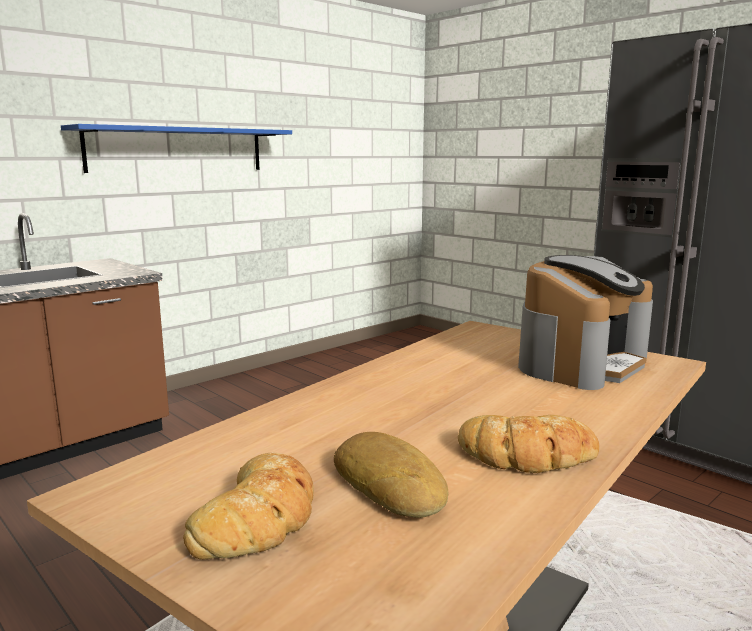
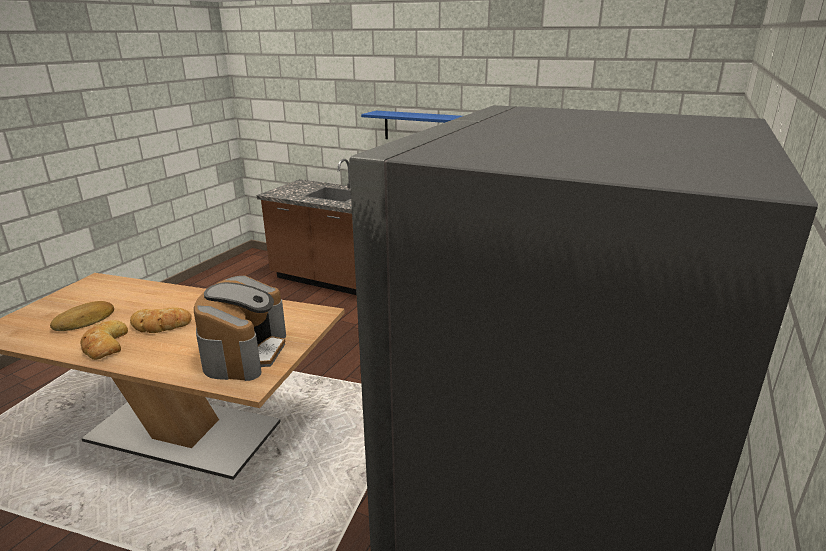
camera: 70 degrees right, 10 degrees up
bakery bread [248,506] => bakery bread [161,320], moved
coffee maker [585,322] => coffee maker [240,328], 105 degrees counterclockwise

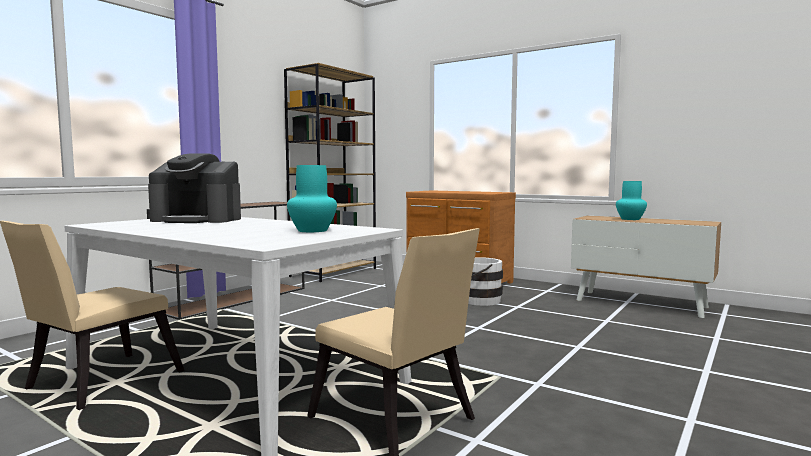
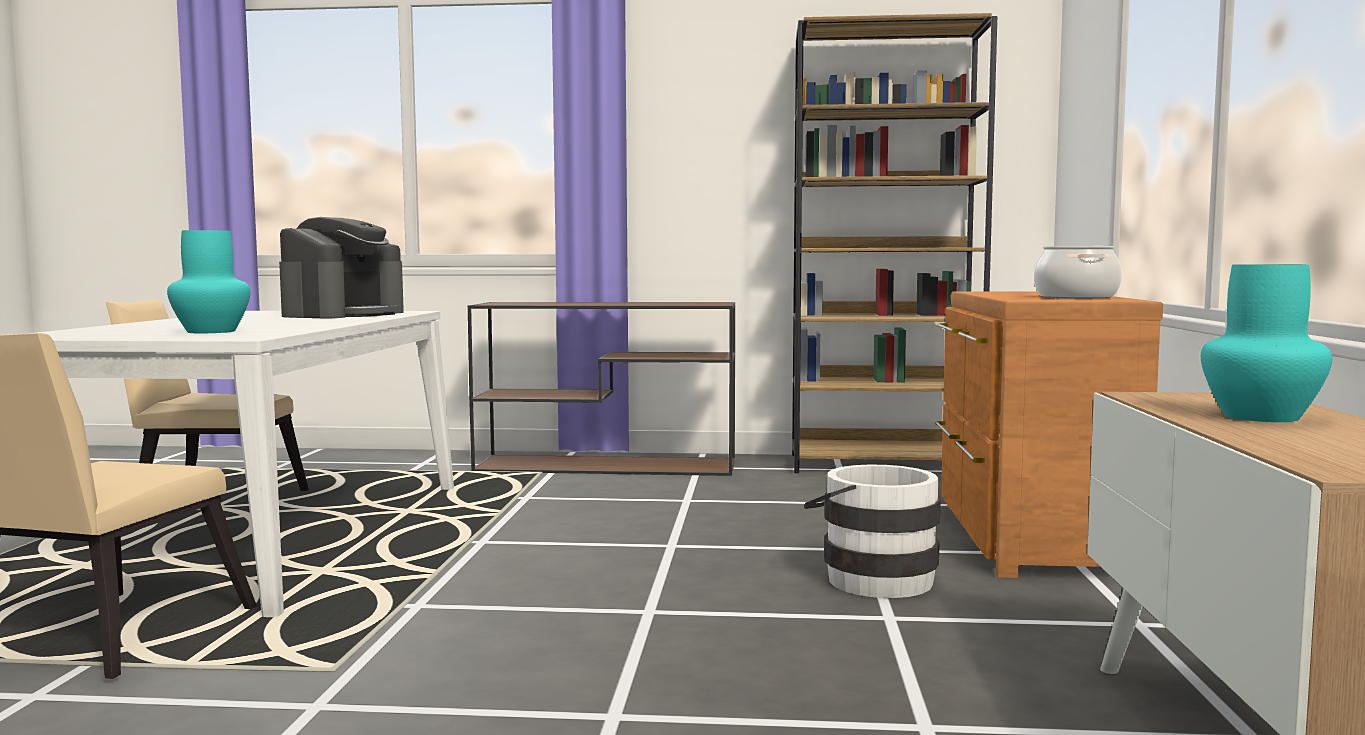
camera: 60 degrees right, 0 degrees up
nothing => stockpot [1078,272]
coffee maker [194,188] => coffee maker [341,267], 135 degrees counterclockwise

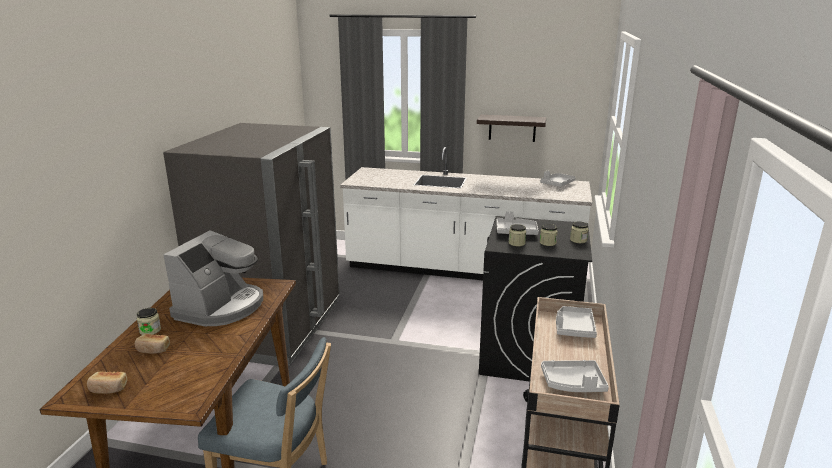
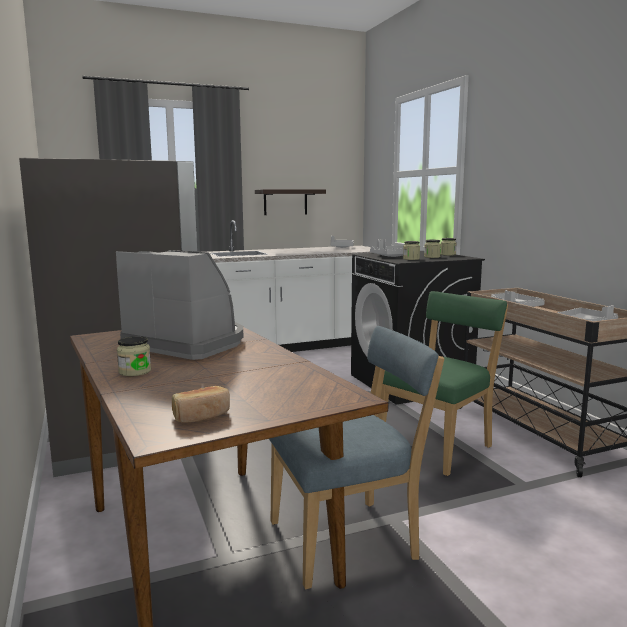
camera: 35 degrees left, 10 degrees down
bakery bread [152,344] => nothing
nothing => green plain chair [443,383]
coffee maker [213,278] => coffee maker [180,305], 45 degrees counterclockwise

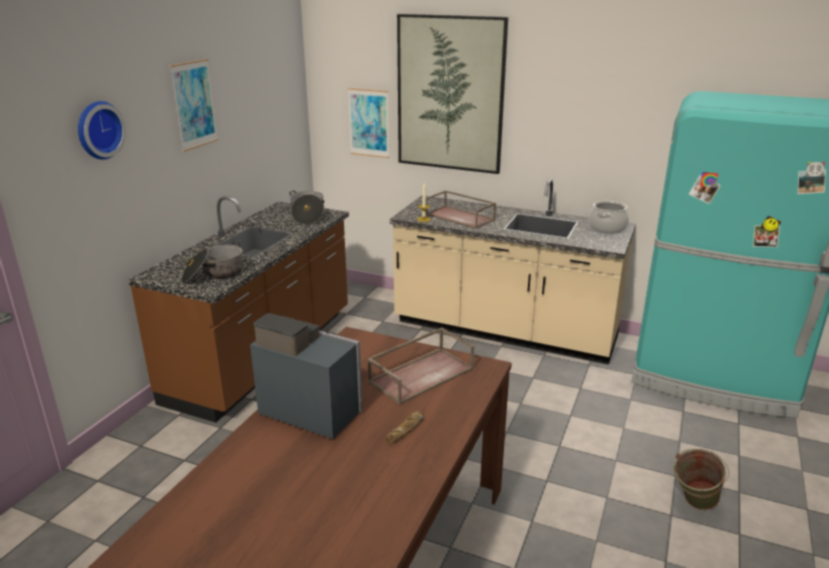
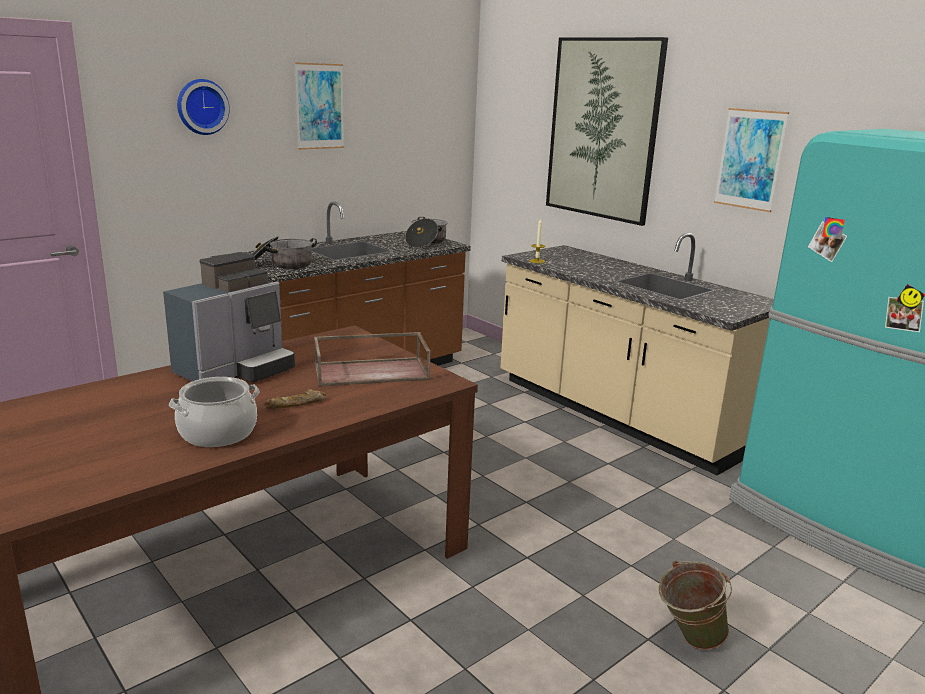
camera: 25 degrees right, 5 degrees down
brown-coloured serving tray [461,209] => nothing
wall picture [368,123] => wall picture [751,160], moved
stockpot [608,217] => stockpot [214,412], moved
coffee maker [306,376] => coffee maker [229,317], 75 degrees clockwise

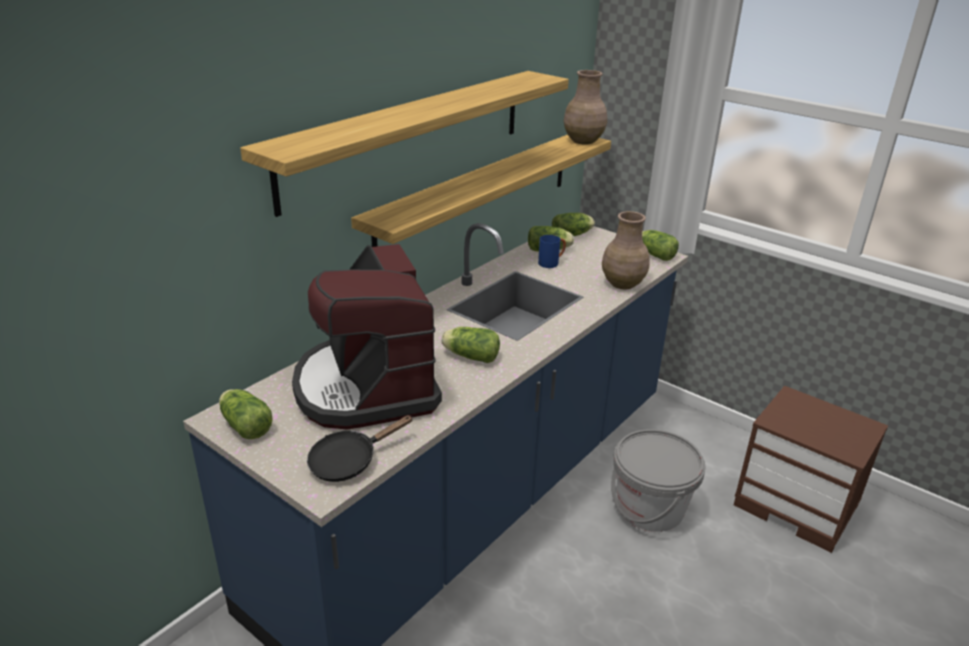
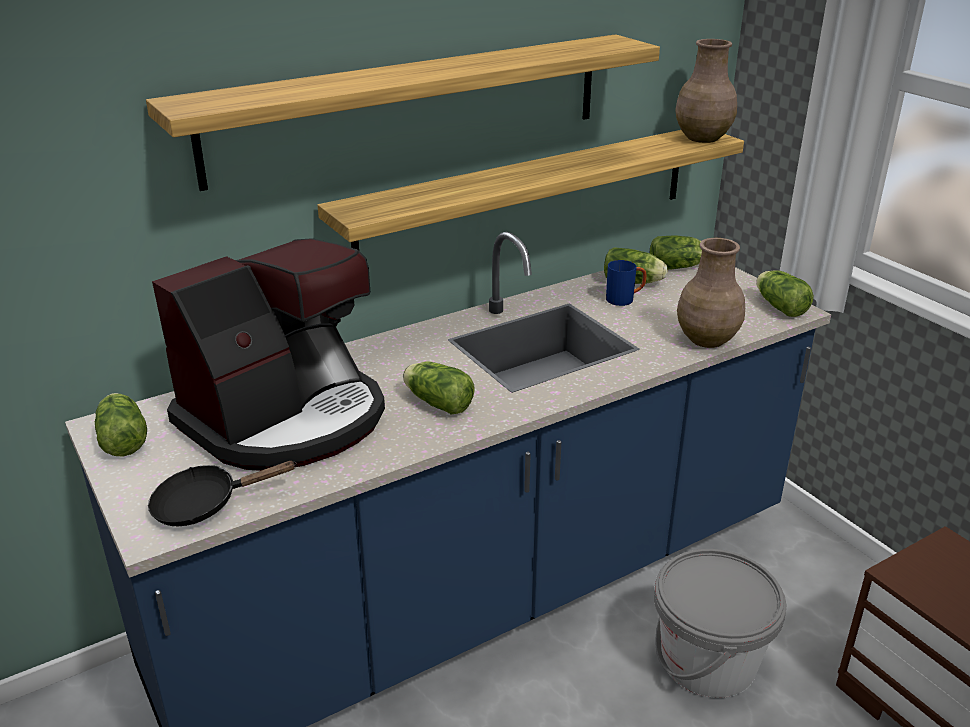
camera: 20 degrees right, 0 degrees up
coffee maker [367,336] => coffee maker [268,354], 135 degrees counterclockwise

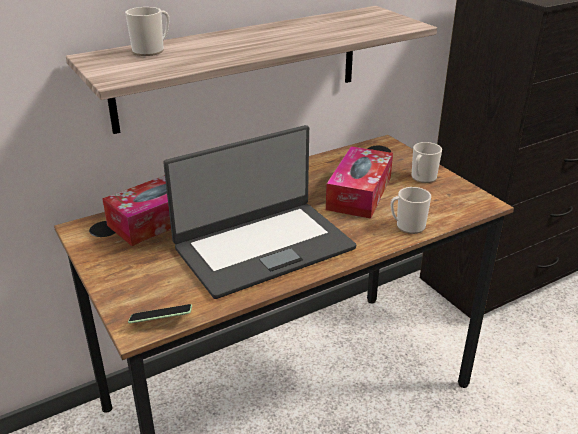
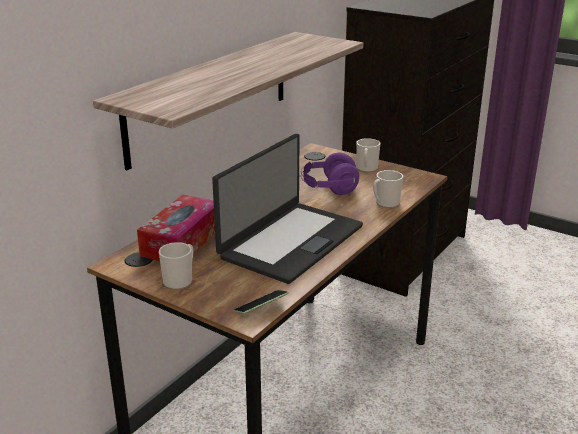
camera: 25 degrees left, 5 degrees down
mug [147,31] => mug [176,266], moved
box of tissues [359,182] => purple headset [330,174]

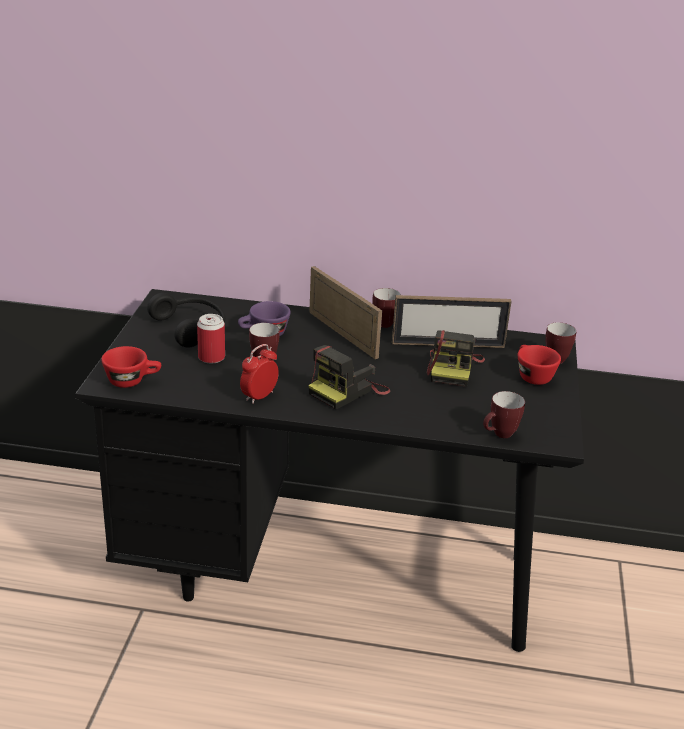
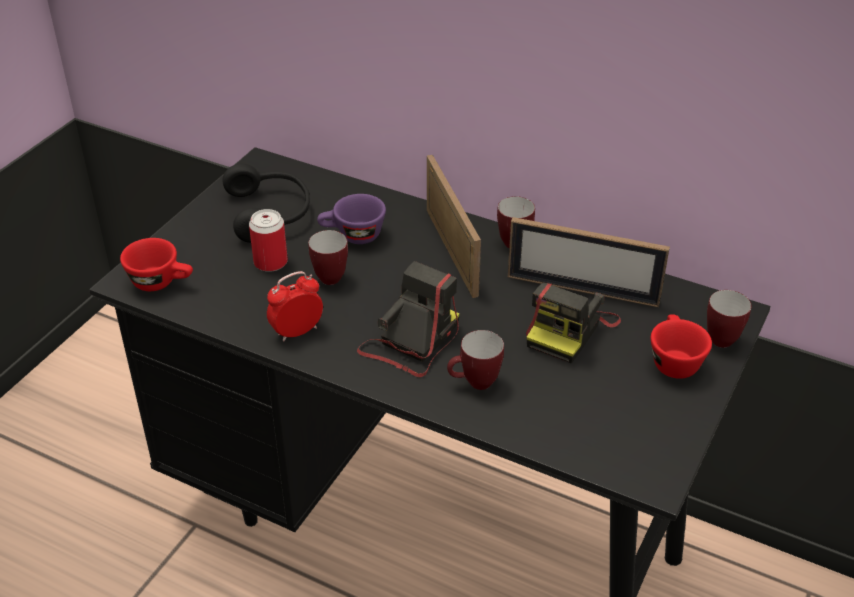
camera: 20 degrees right, 10 degrees up
mug [504,414] => mug [475,360], moved
still camera [349,377] => still camera [408,319], 150 degrees clockwise

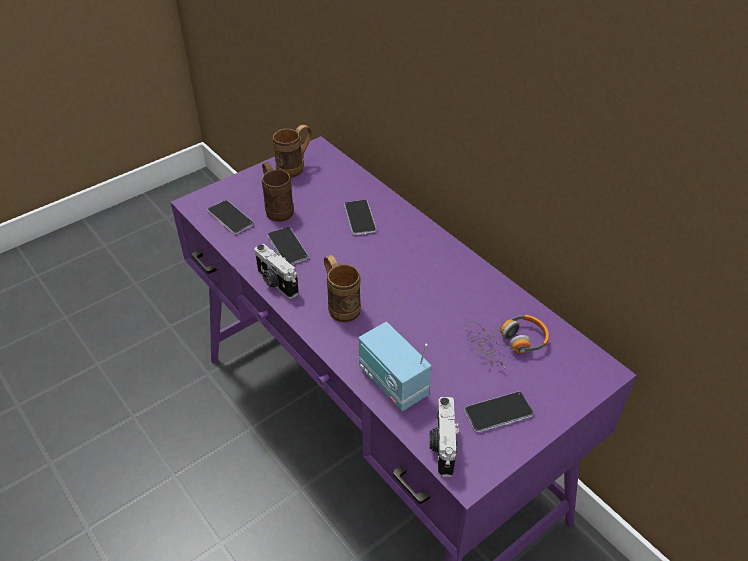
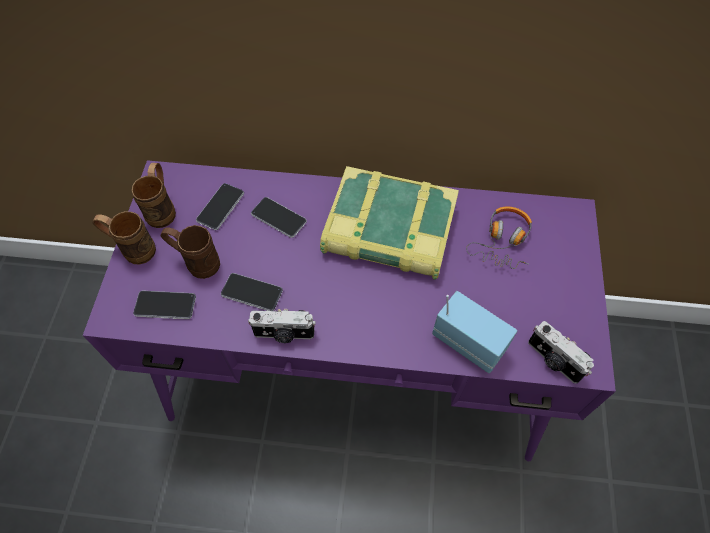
camera: 45 degrees left, 15 degrees up
nothing => volume [389,223]
brown-coloured mug [342,288] => brown-coloured mug [124,238], moved
handset [499,412] => handset [220,206], moved
radio receiver [395,367] => radio receiver [474,332], 150 degrees counterclockwise

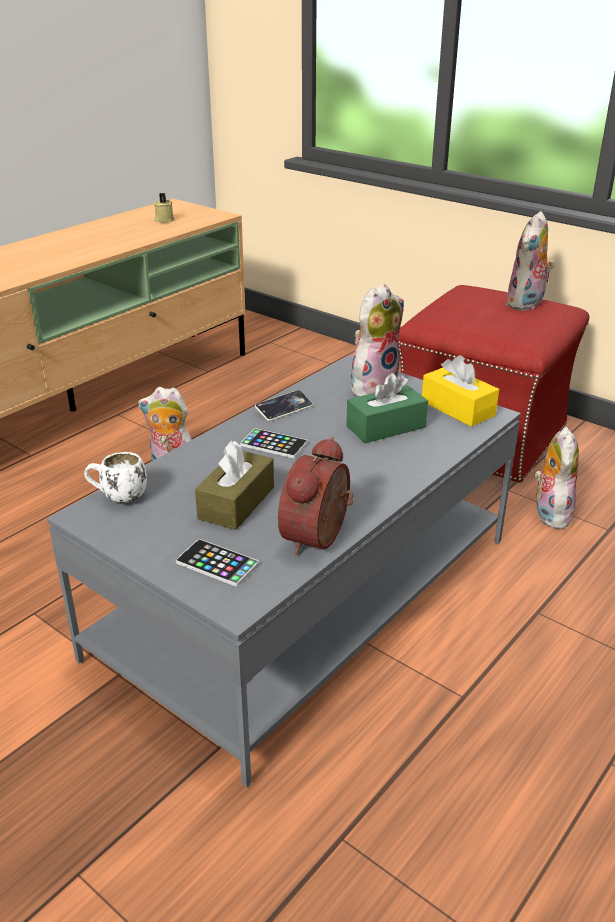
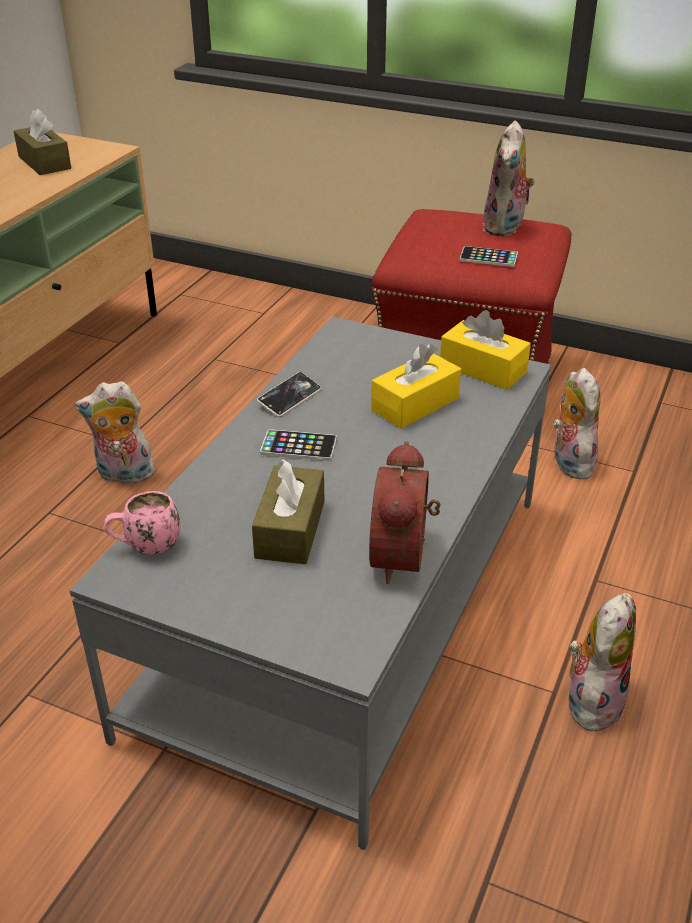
camera: 15 degrees left, 5 degrees up
handset [217,562] => handset [489,256], moved
soft toy [377,340] => soft toy [602,662], moved
beige wax light [164,208] => brown-coloured box of tissues [42,142]
white-coloured mug [115,477] => pink mug [142,523]
green box of tissues [387,408] => yellow-coloured box of tissues [416,386]

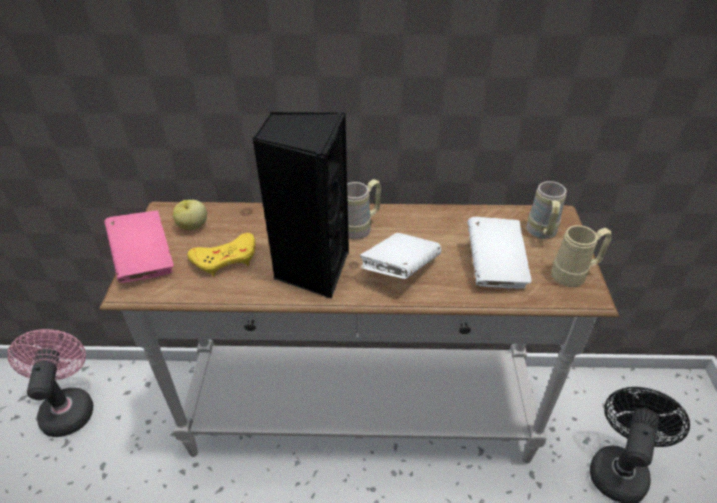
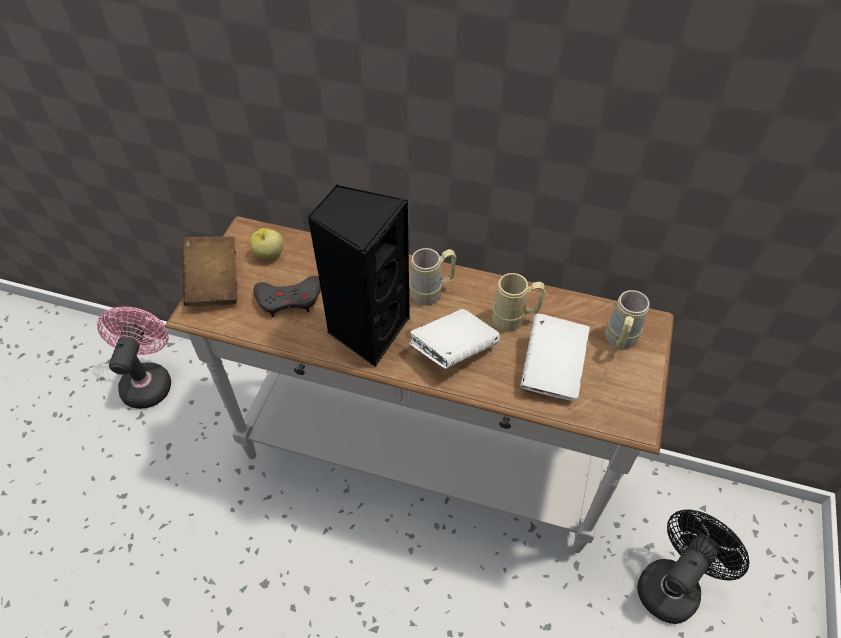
camera: 15 degrees right, 10 degrees up
beige mug [581,256] => beige mug [519,302], moved
pink volume [139,246] => brown-coloured volume [210,271]
yellow-coloured game controller [221,255] => greyish game controller [287,296]

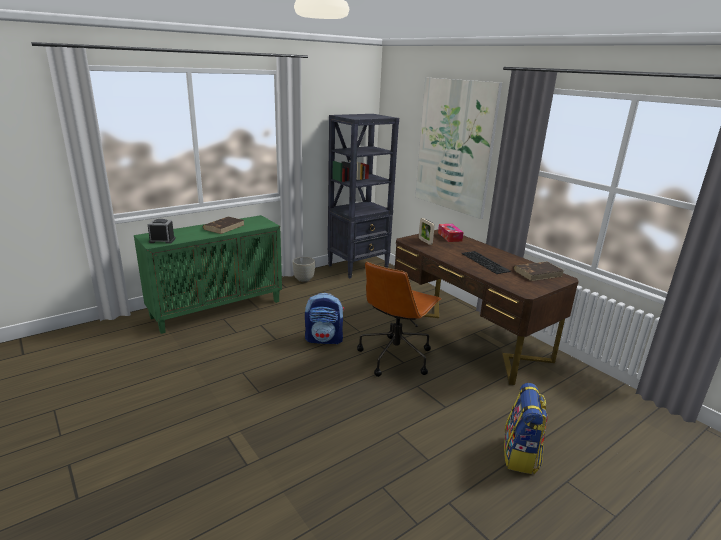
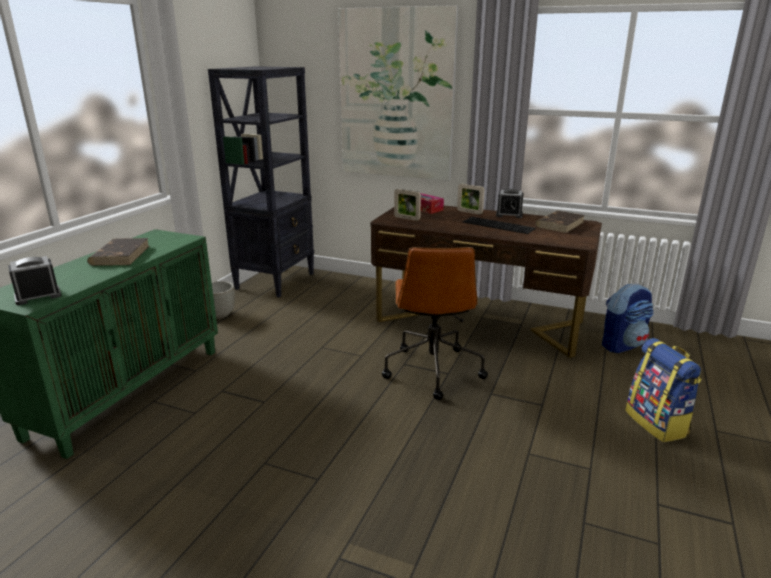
camera: 30 degrees left, 0 degrees up
nothing => picture frame [471,199]
nothing => table clock [509,203]
knapsack [324,318] => knapsack [628,318], moved

